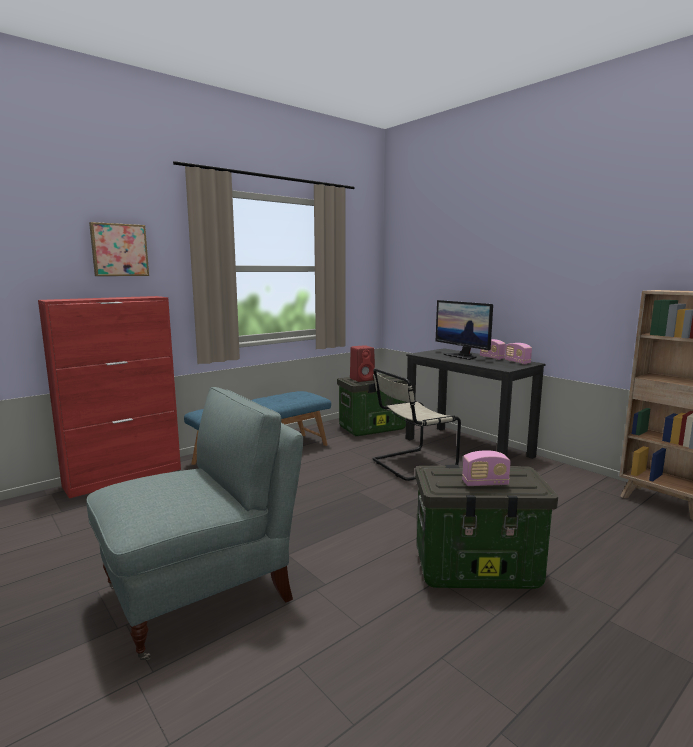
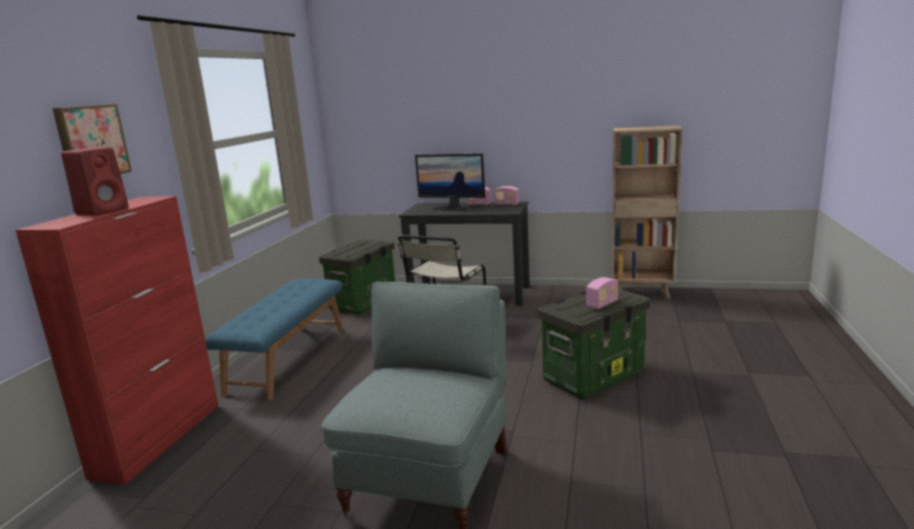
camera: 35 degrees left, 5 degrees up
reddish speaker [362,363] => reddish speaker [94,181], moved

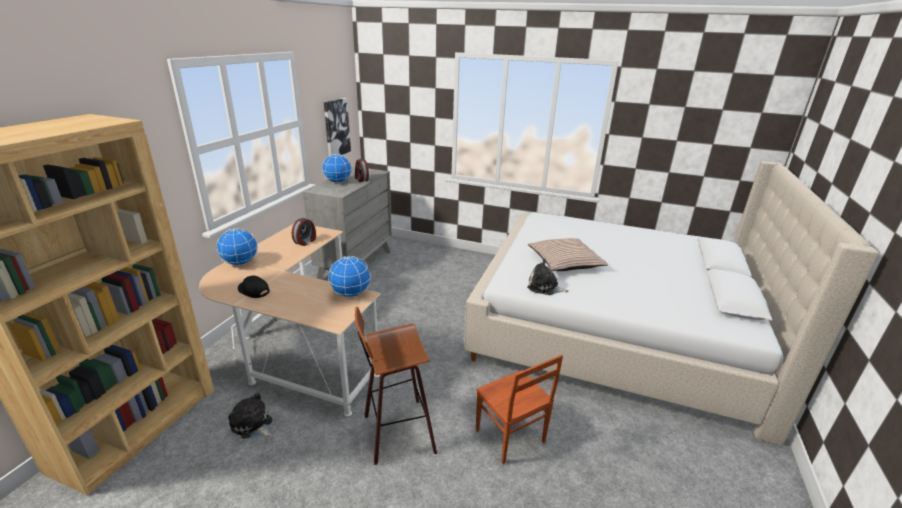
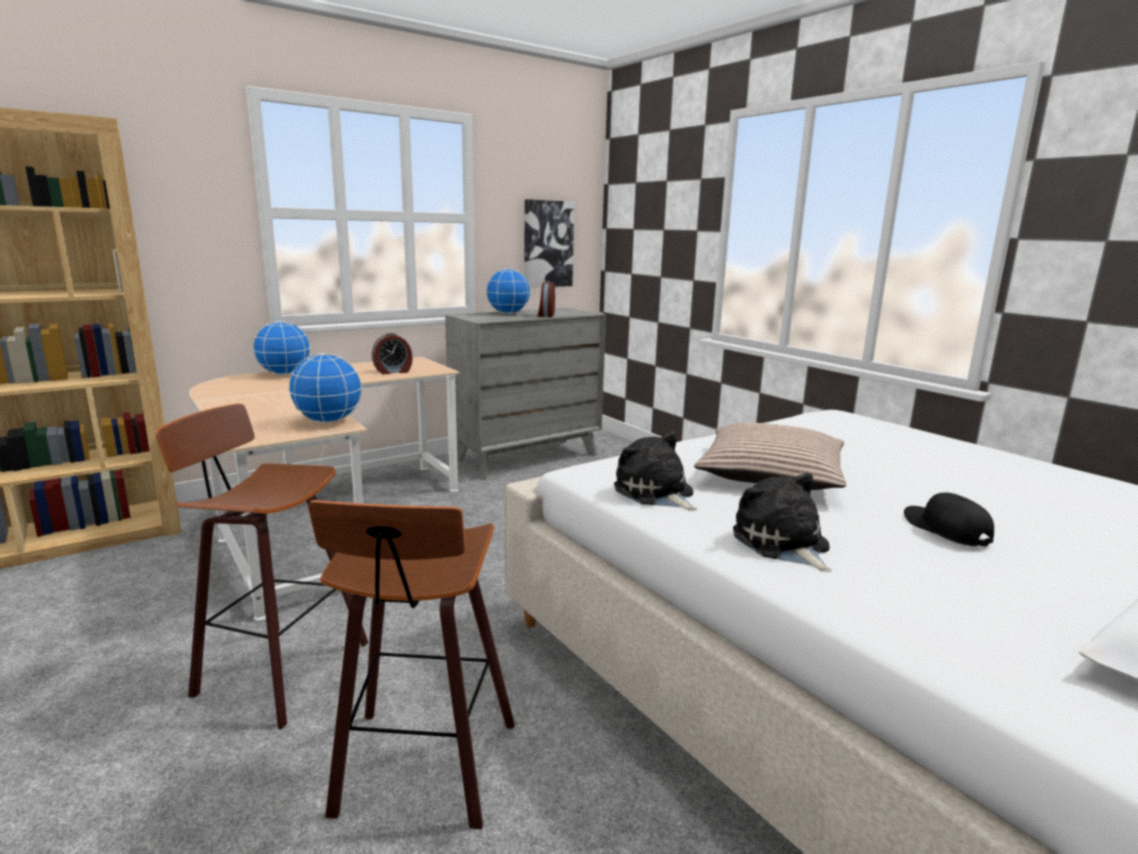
camera: 35 degrees right, 10 degrees down
soft toy [250,415] => soft toy [782,522], moved
black cap [254,287] => black cap [949,520], moved
brown-coloured plain chair [519,409] => sitting stool [411,664]

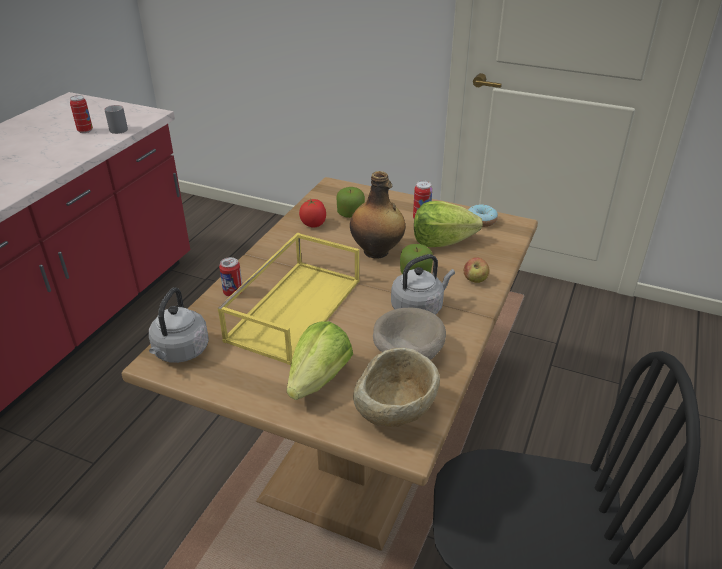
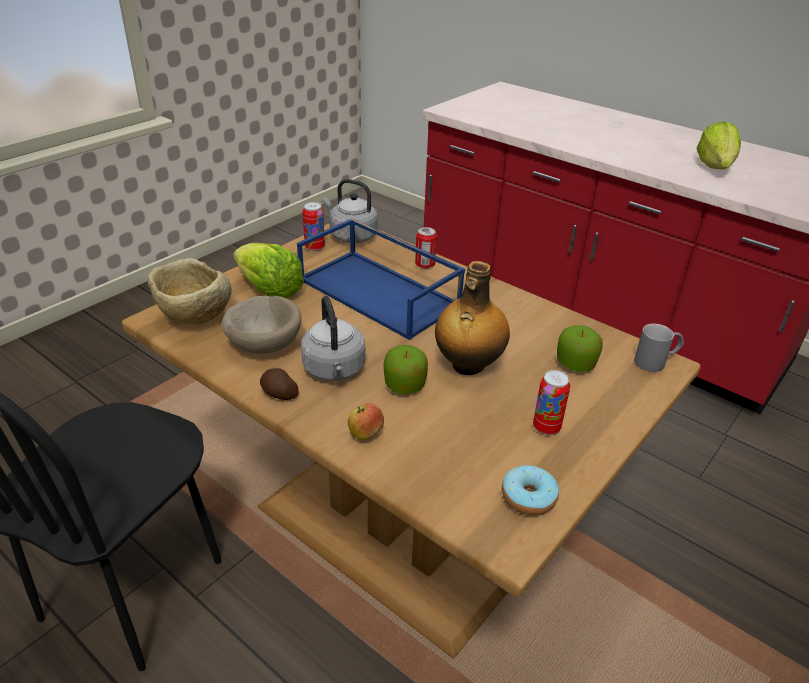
camera: 105 degrees right, 0 degrees up
fresh tomato [312,212] => nothing
nothing => potato [279,384]
metal can [81,114] => metal can [314,226], moved
greyish mug [116,119] => greyish mug [659,348], moved
lettuce head [448,224] => lettuce head [719,145], moved
yellow-coloured serving tray [288,299] => blue serving tray [381,279]

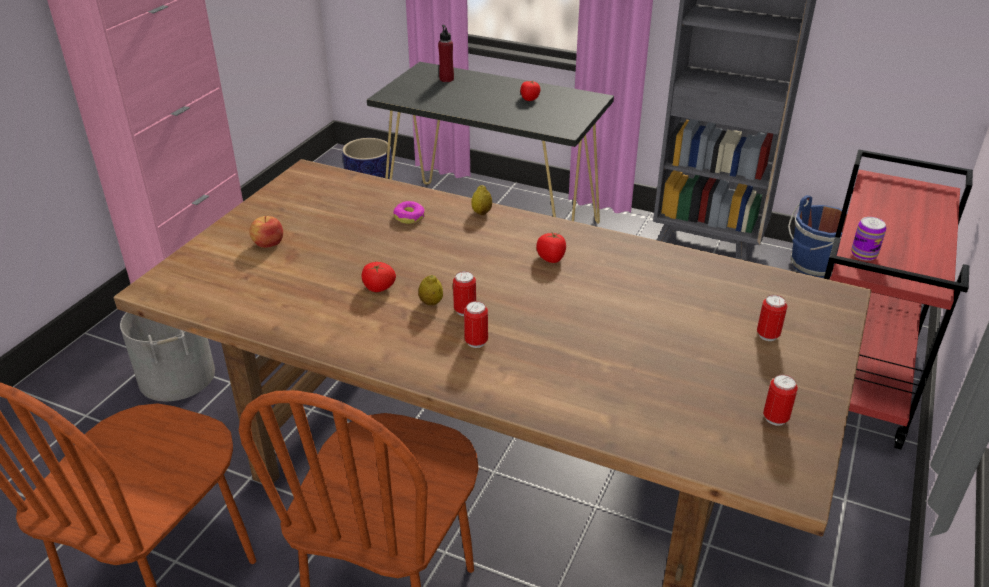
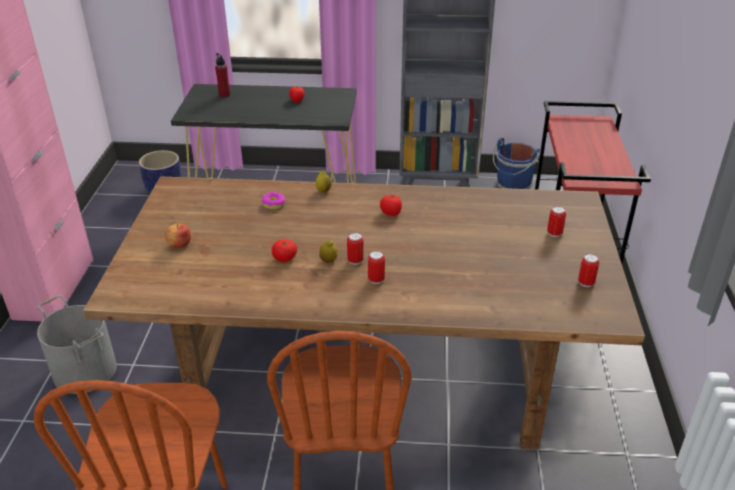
camera: 20 degrees left, 0 degrees up
metal can [868,239] => nothing

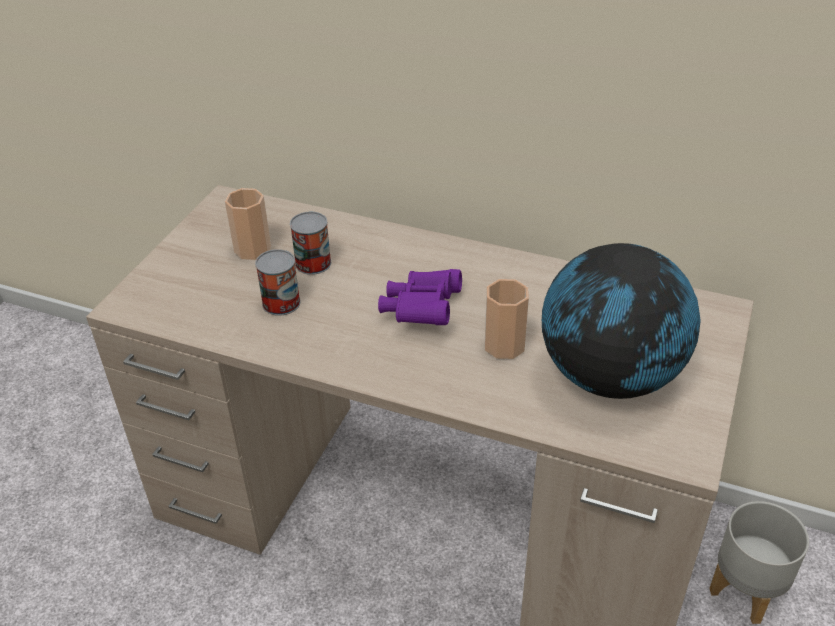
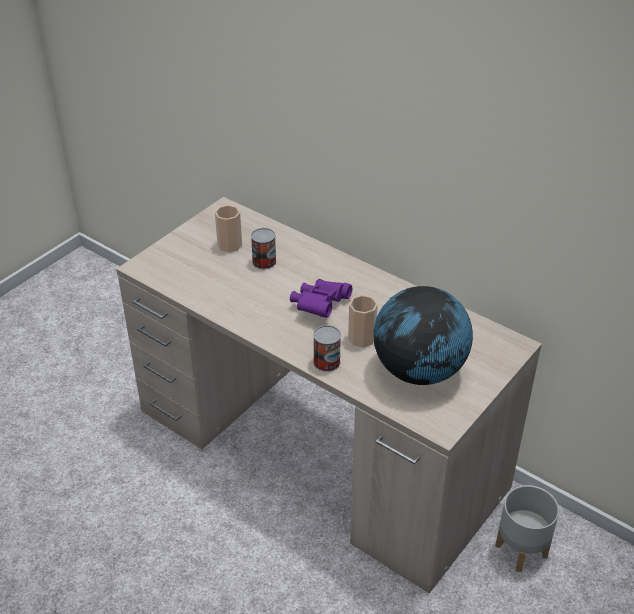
camera: 15 degrees right, 0 degrees up
metal can [277,282] => metal can [327,348], moved

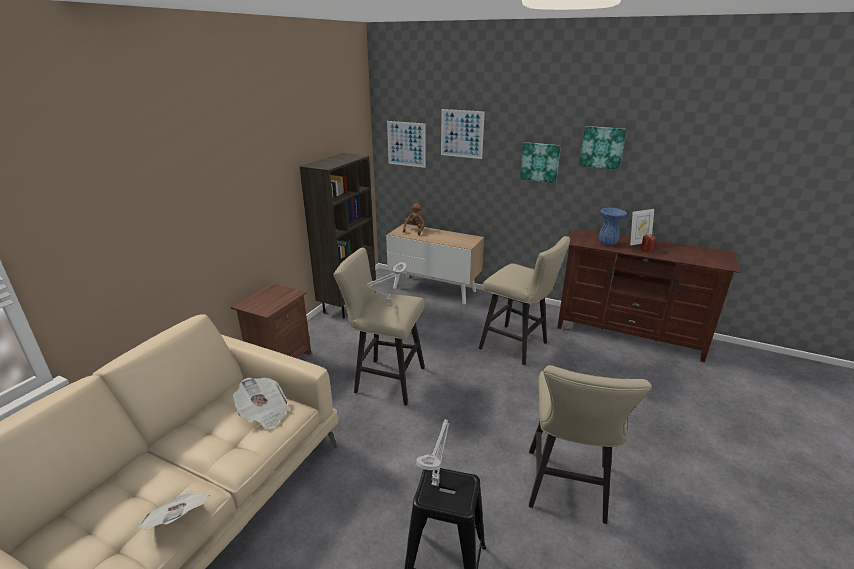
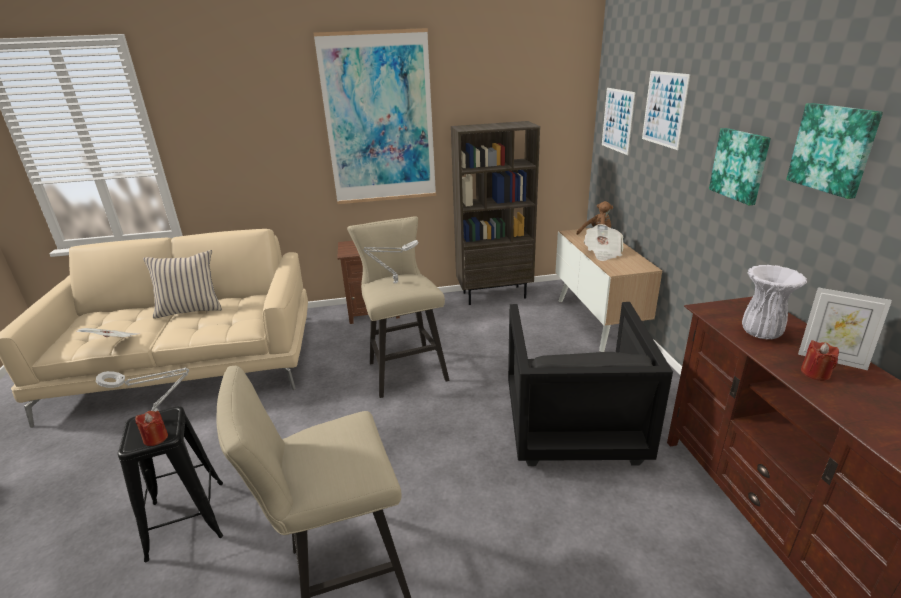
camera: 55 degrees right, 0 degrees up
nothing => reddish wax light [151,428]
nothing => beige cushion [182,284]
nothing => wall picture [375,116]
newspaper [261,404] => newspaper [604,242], moved
beige sitting stool [524,300] => black lounge chair [590,384]
blue vase [613,226] => white-coloured vase [774,302]

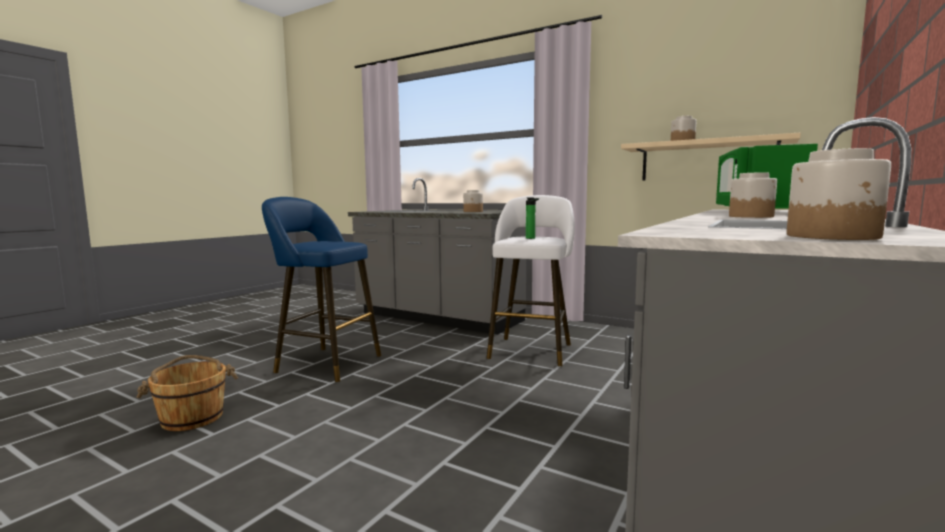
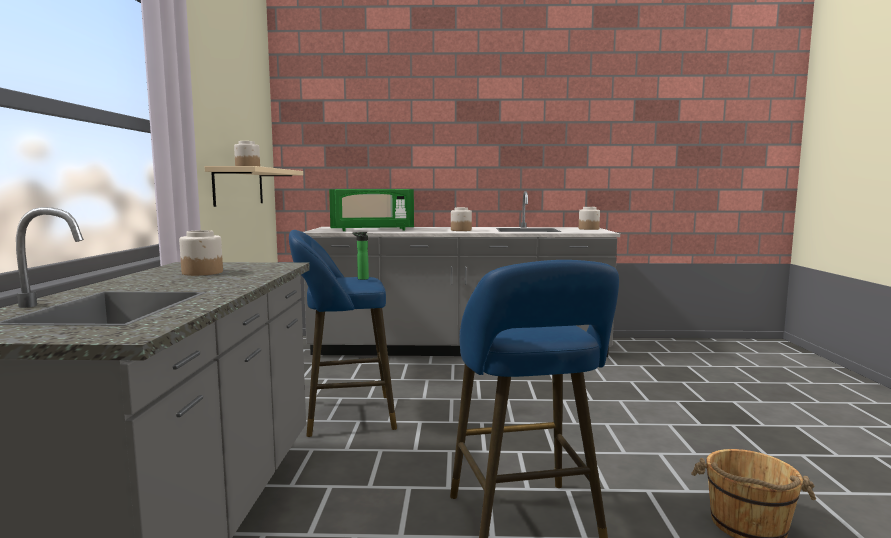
camera: 120 degrees left, 0 degrees up
white-coloured sitting stool [531,280] => blue sitting stool [343,333]

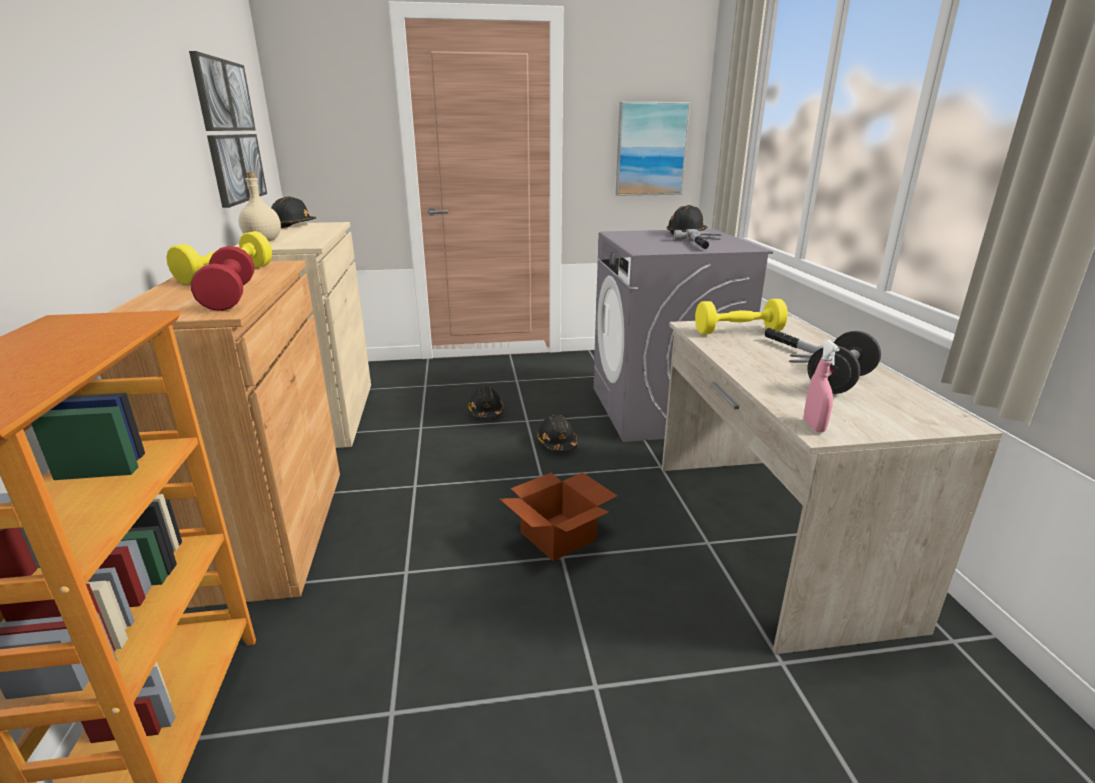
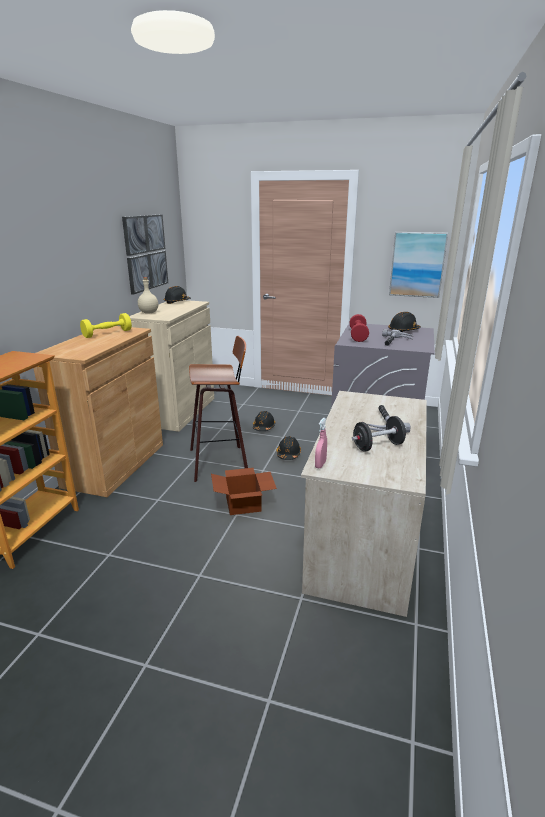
camera: 25 degrees right, 0 degrees up
yellow-coloured hand weight [741,316] => nothing
nothing => sitting stool [218,409]
reddish hand weight [222,278] => reddish hand weight [359,328], moved

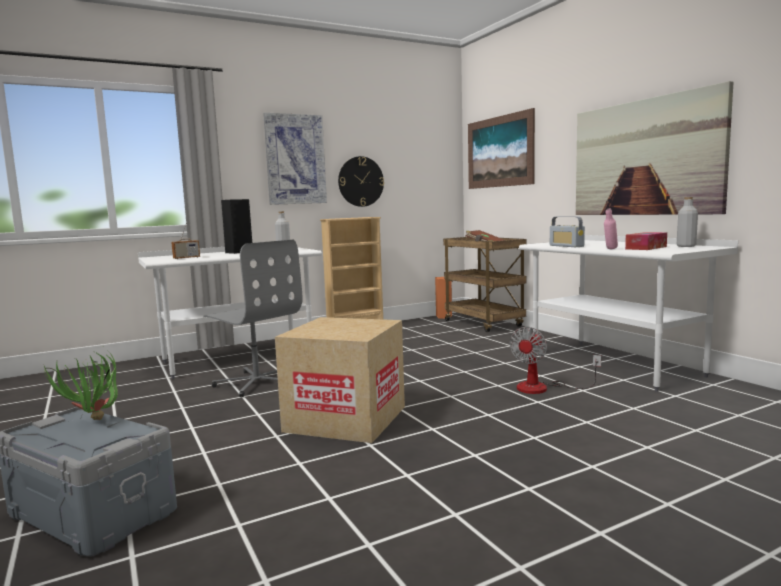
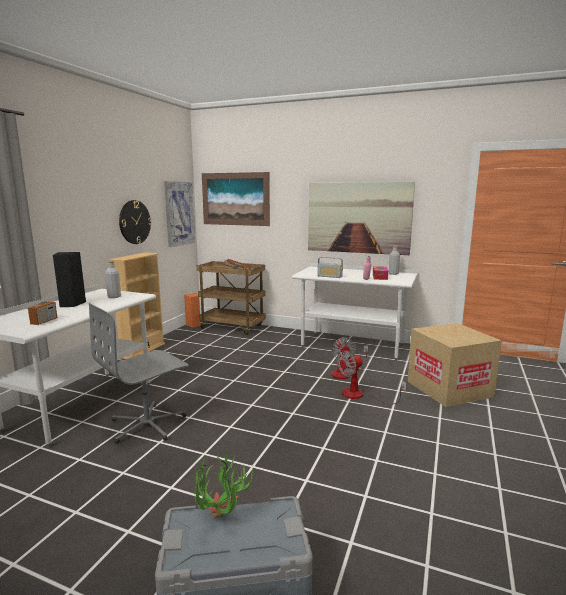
camera: 40 degrees left, 5 degrees up
nothing => cooling fan [372,377]
wall picture [295,159] => wall picture [179,214], moved
packing box [340,380] => packing box [455,365], moved
greyish computer chair [253,318] => greyish computer chair [139,373], 135 degrees clockwise

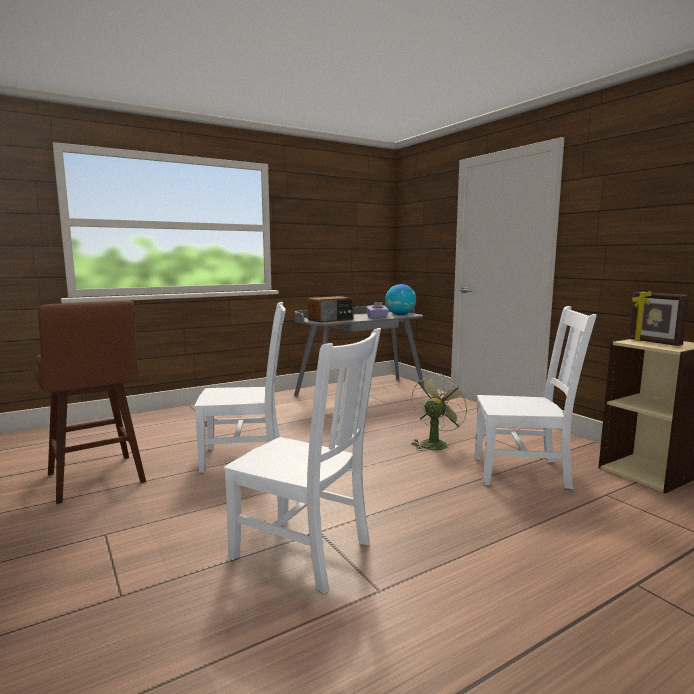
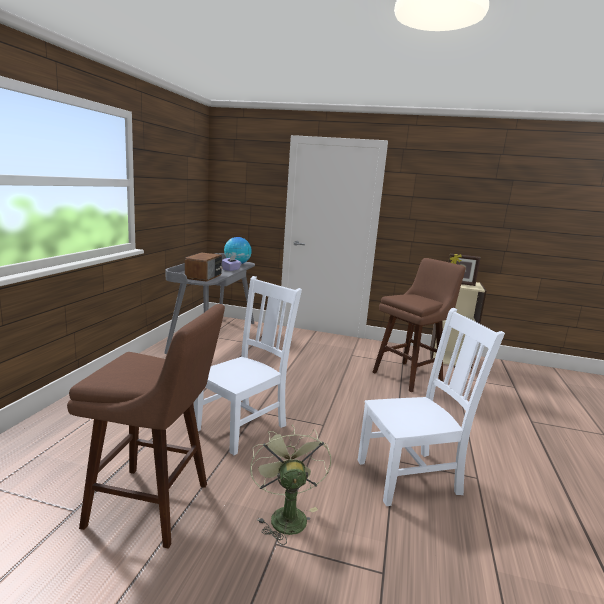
camera: 45 degrees left, 5 degrees up
green cooling fan [440,412] => green cooling fan [290,485], moved
white-coloured plain chair [536,397] => brown-coloured sitting stool [419,325]

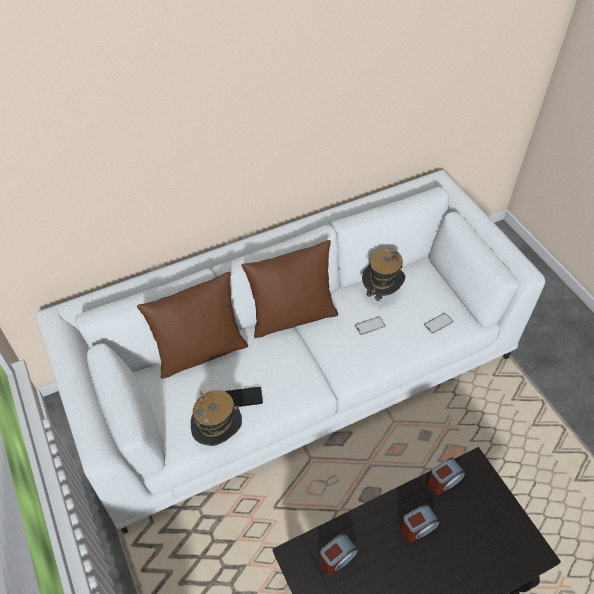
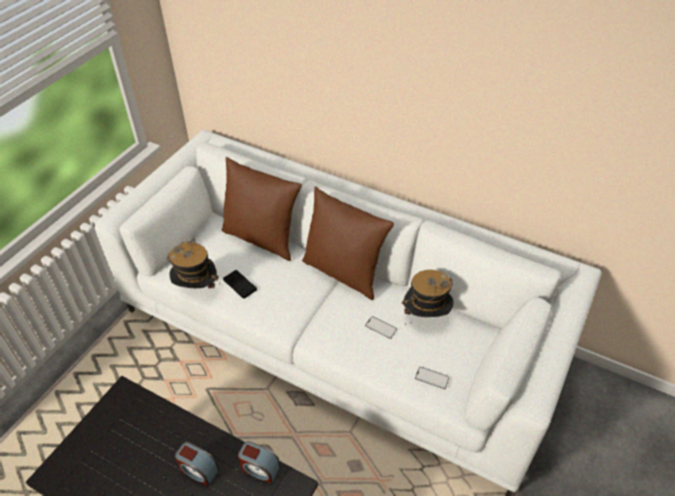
camera: 55 degrees right, 5 degrees down
table clock [338,554] => nothing

